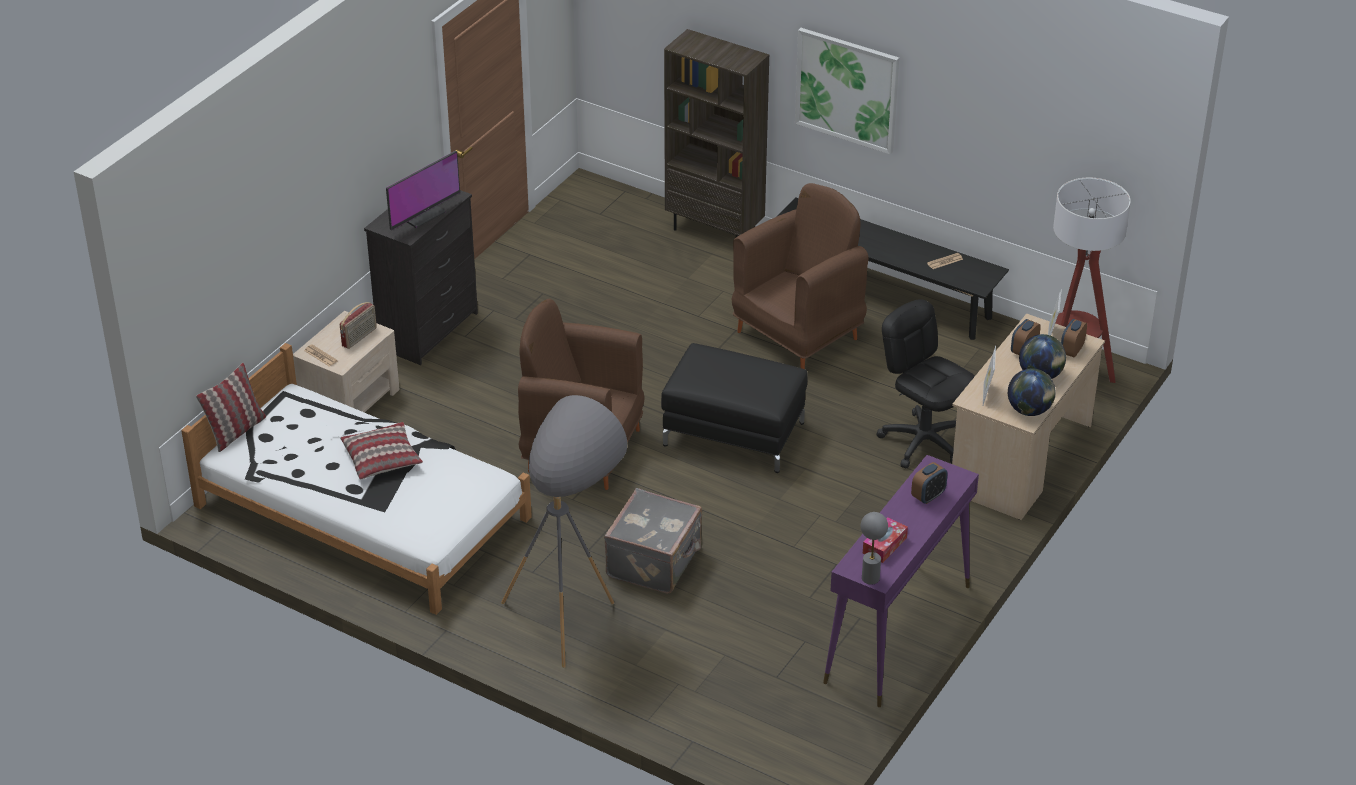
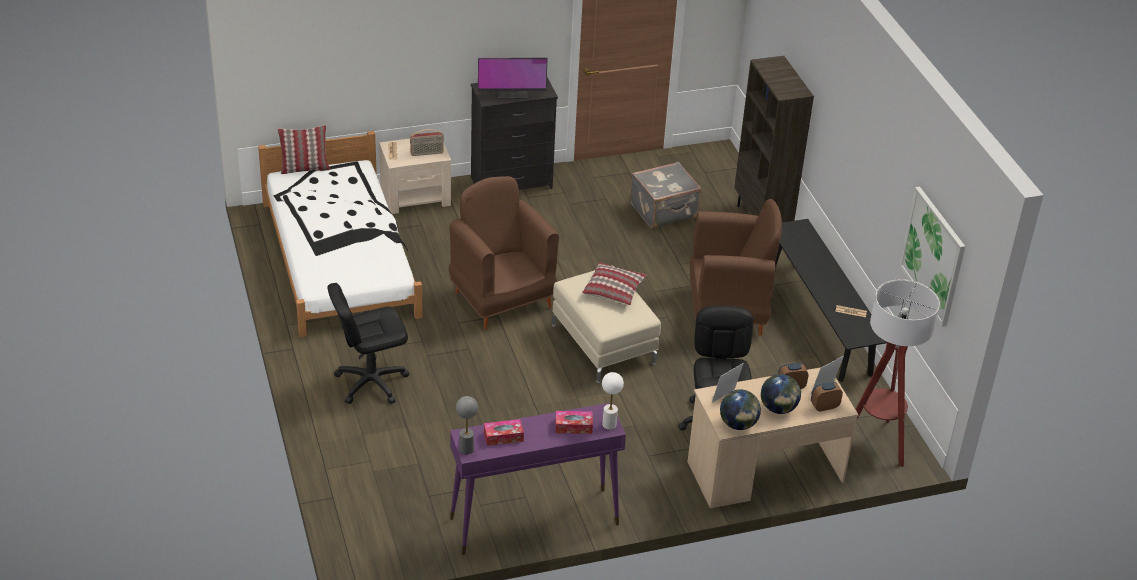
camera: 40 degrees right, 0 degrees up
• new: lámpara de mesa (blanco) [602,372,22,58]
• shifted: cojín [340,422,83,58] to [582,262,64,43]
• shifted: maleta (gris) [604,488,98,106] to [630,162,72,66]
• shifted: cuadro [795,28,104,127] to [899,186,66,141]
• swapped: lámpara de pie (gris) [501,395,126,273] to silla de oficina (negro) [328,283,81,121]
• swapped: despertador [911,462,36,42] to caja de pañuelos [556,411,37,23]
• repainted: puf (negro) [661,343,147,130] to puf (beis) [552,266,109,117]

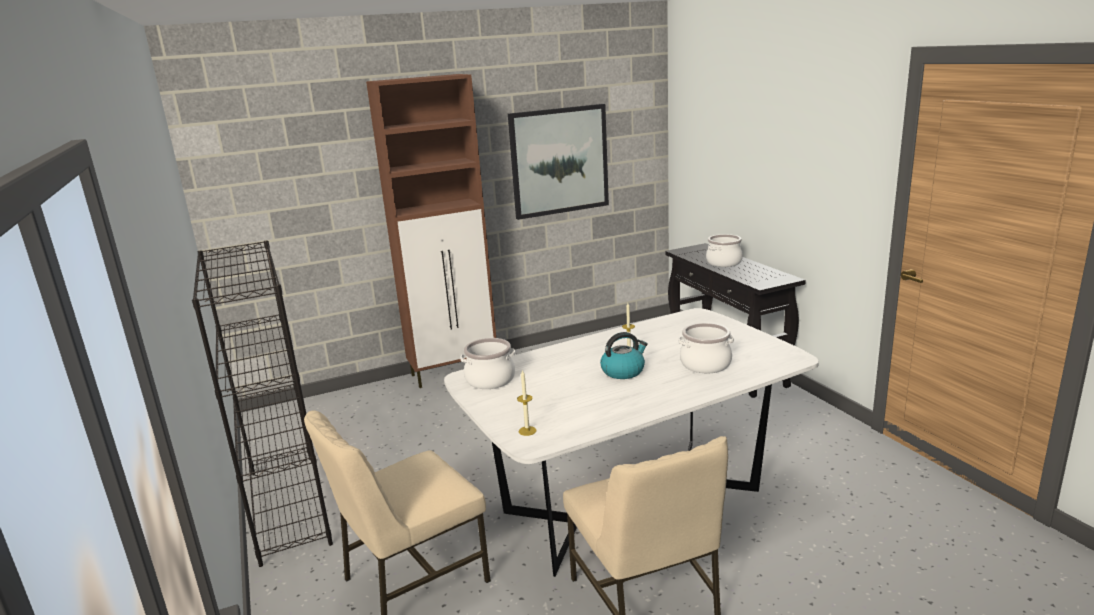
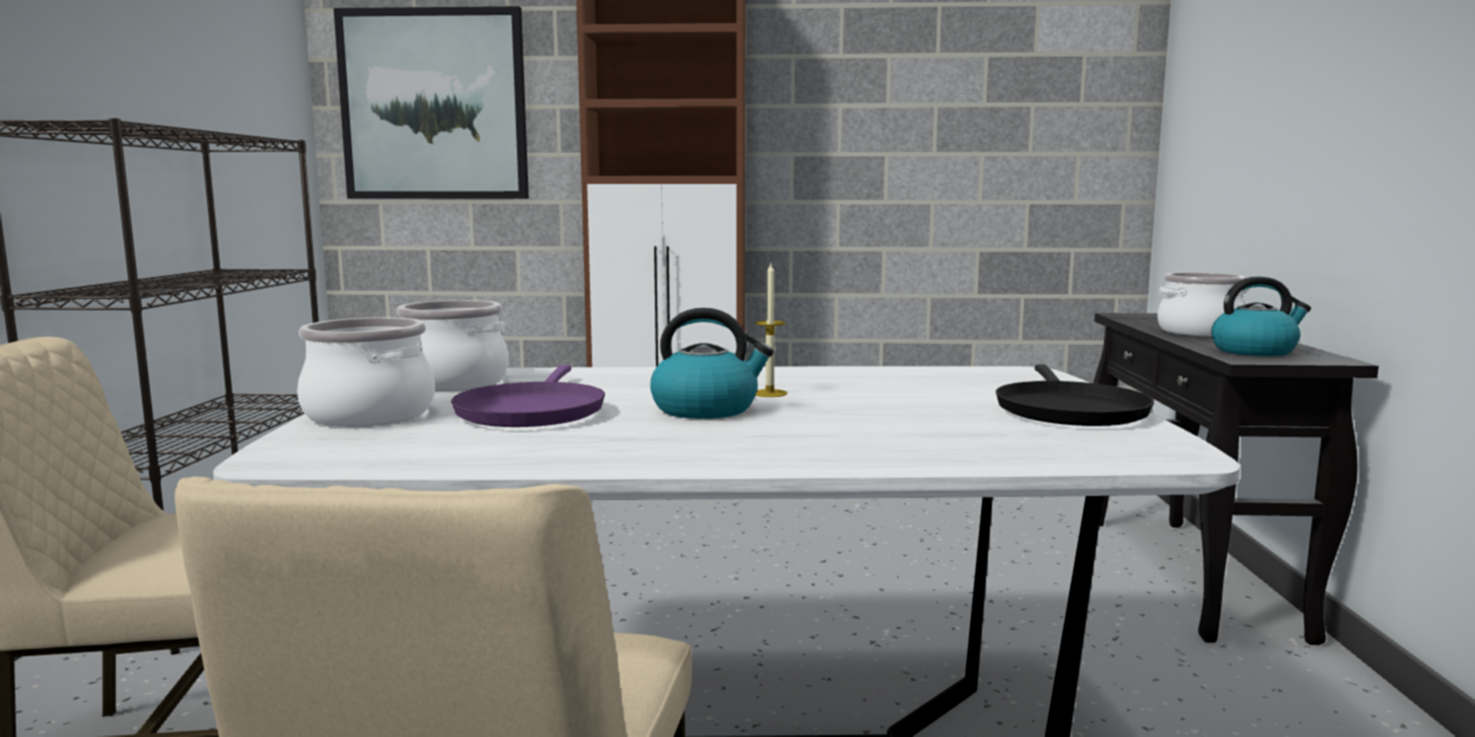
camera: 25 degrees right, 10 degrees down
• gone: vela [517,370,20,66]
• new: sartén (morado) [451,365,154,62]
• new: sartén (negro) [996,364,158,62]
• new: hervidor [1211,276,100,80]
• shifted: cuadro [508,104,101,116] to [334,6,195,193]
• shifted: olla [678,323,56,50] to [297,317,138,110]

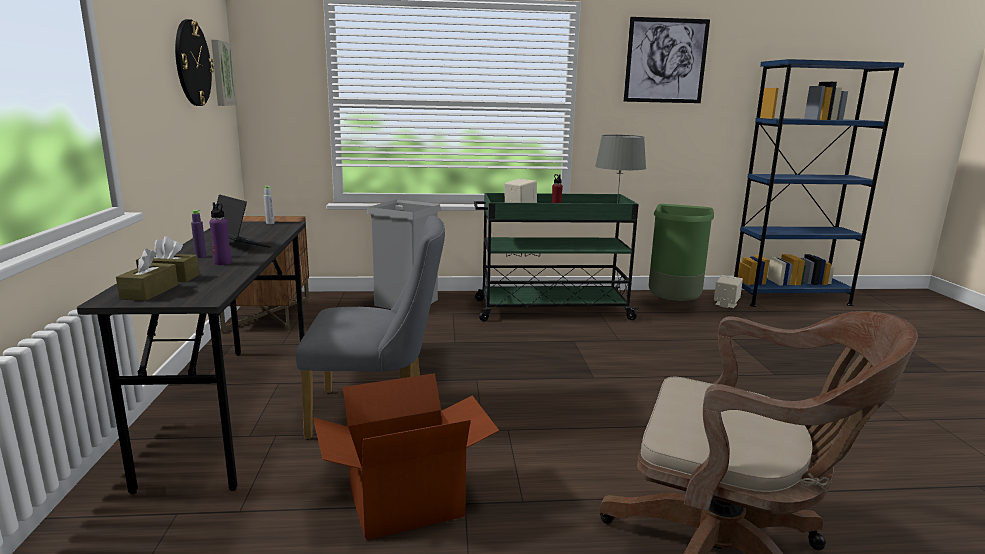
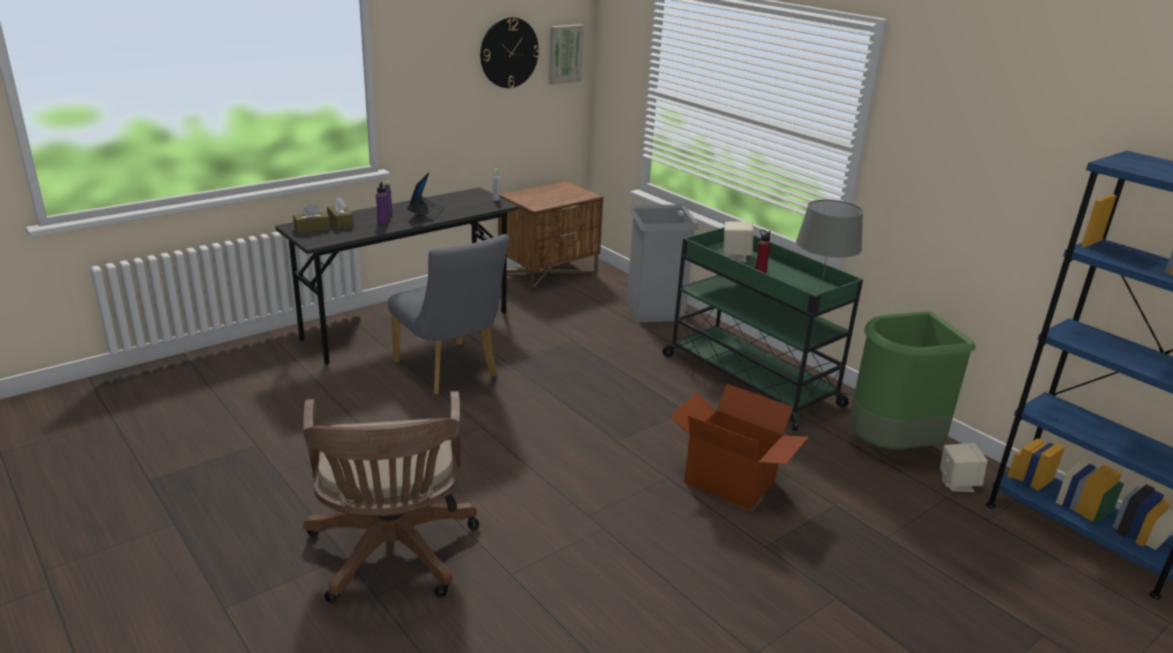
camera: 55 degrees right, 10 degrees up
• gone: cuadro [624,17,86,86]
• shifted: caja de cartón [313,373,186,167] to [670,384,139,126]

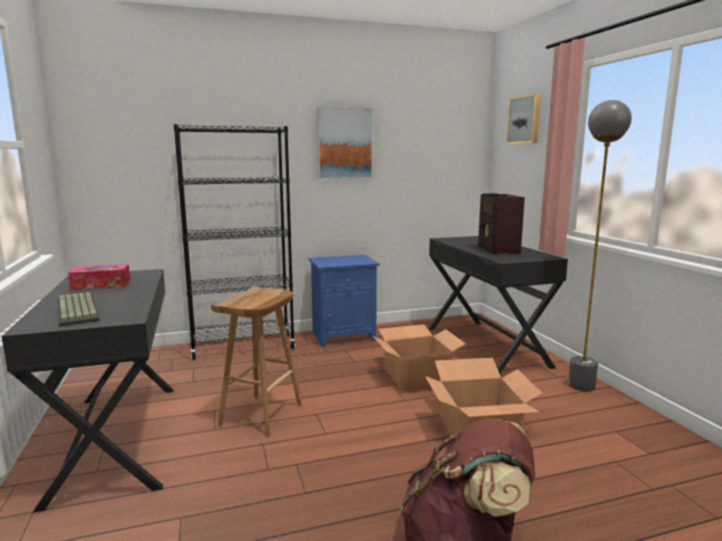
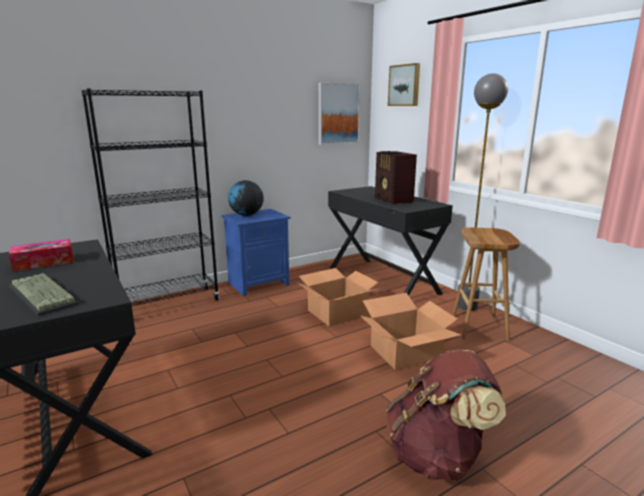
camera: 15 degrees left, 5 degrees up
• new: globo terráqueo [228,180,36,36]
• shifted: taburete (marrón) [211,287,91,150] to [452,227,68,114]
• shifted: cuadro [316,106,57,74] to [319,83,41,62]

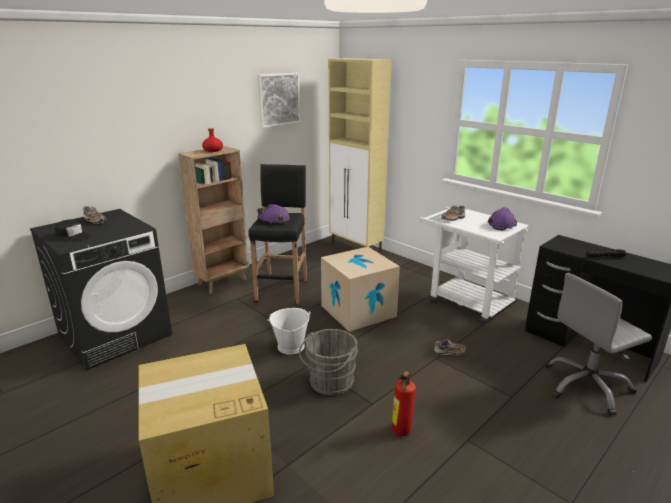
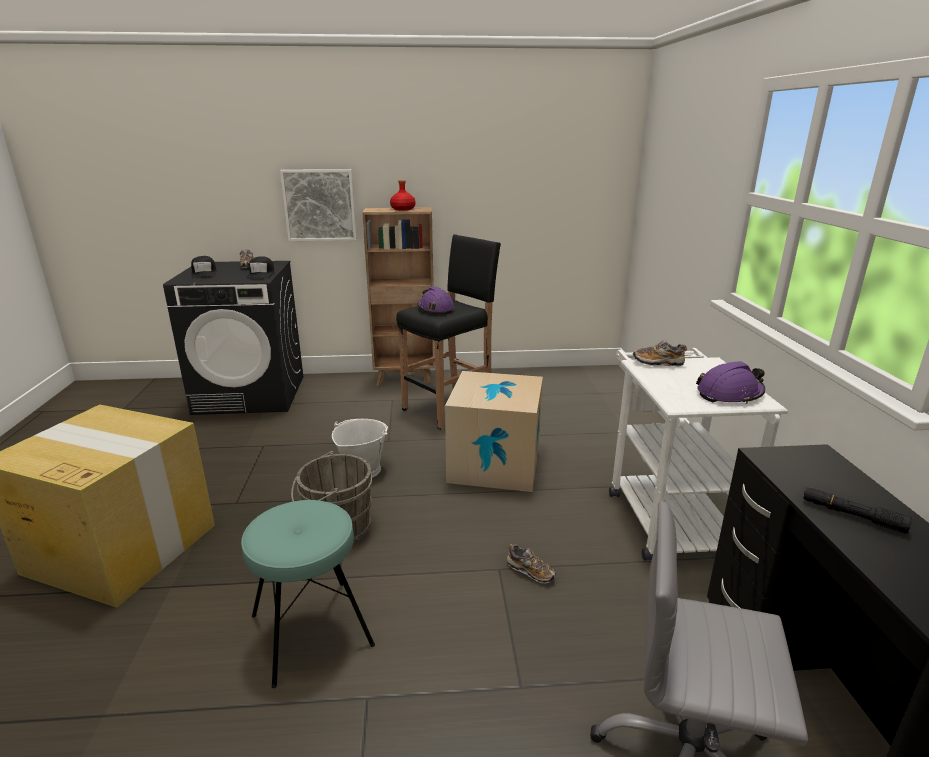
camera: 40 degrees right, 0 degrees up
• gone: armario (beis) [328,58,64,194]
• new: gorra (negro) [246,256,29,23]
• shifted: cuadro [257,73,43,55] to [280,169,77,72]
• swapped: extintor [391,371,26,65] to taburete (turquesa) [241,500,134,188]

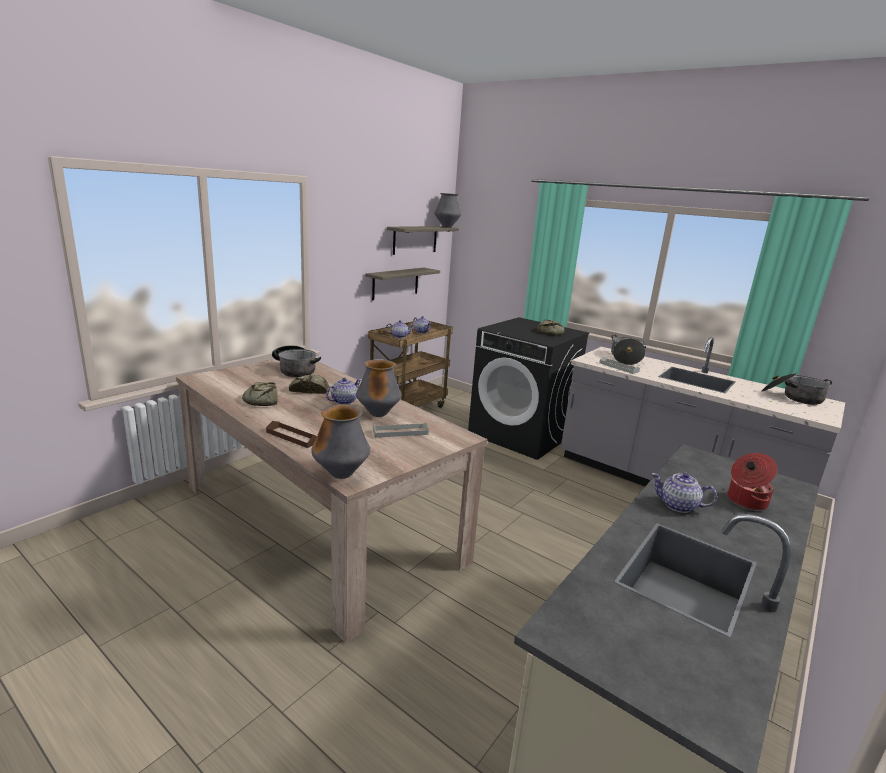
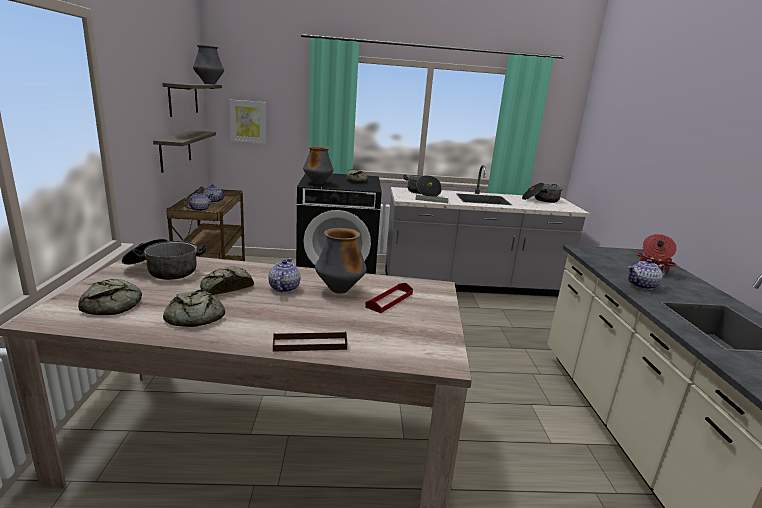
camera: 40 degrees left, 0 degrees up
• new: pan [78,279,64,36]
• new: cuadro [229,100,37,44]
• shifted: florero [311,405,59,74] to [303,146,31,39]
• repainted: bandeja (gris) [373,423,56,15] to bandeja (rojo) [365,283,48,30]

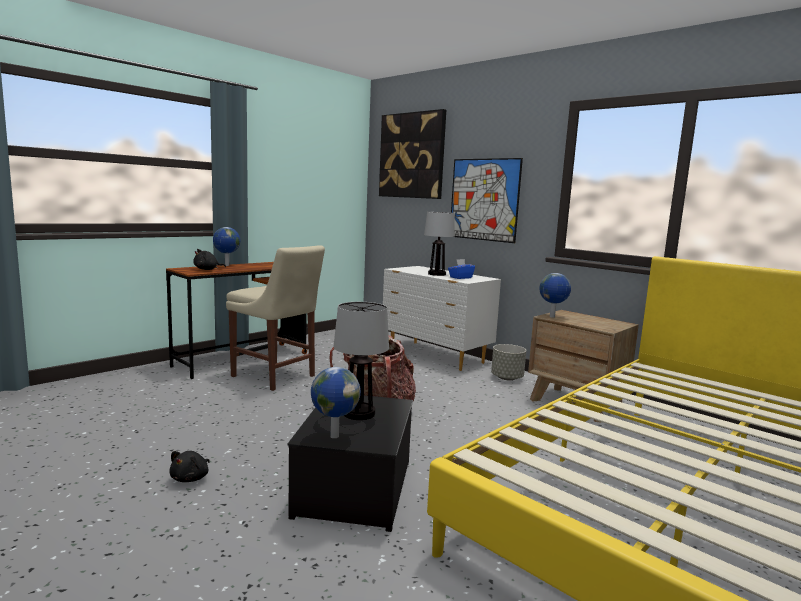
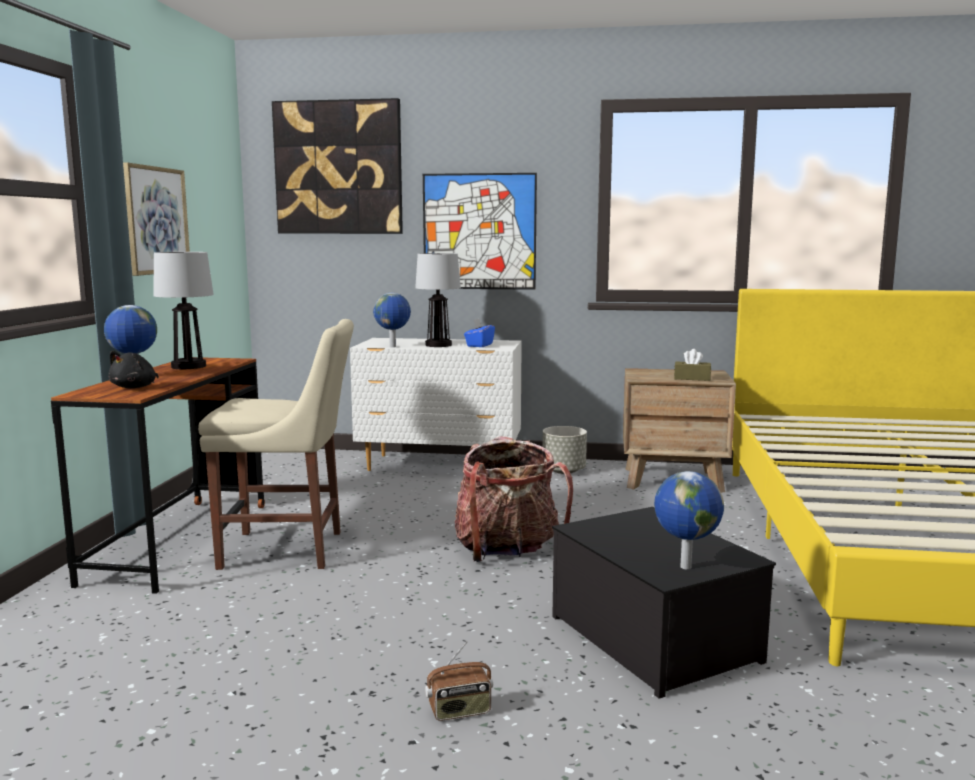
camera: 35 degrees left, 0 degrees up
• new: cuadro [123,162,67,114]
• new: caja de pañuelos (marrón) [674,349,37,32]
• shifted: lámpara de mesa [334,302,55,118] to [153,252,61,117]
• shifted: globo terráqueo [540,273,31,45] to [373,293,38,54]
• swapped: peluche (negro) [169,451,41,31] to radio [425,641,68,80]

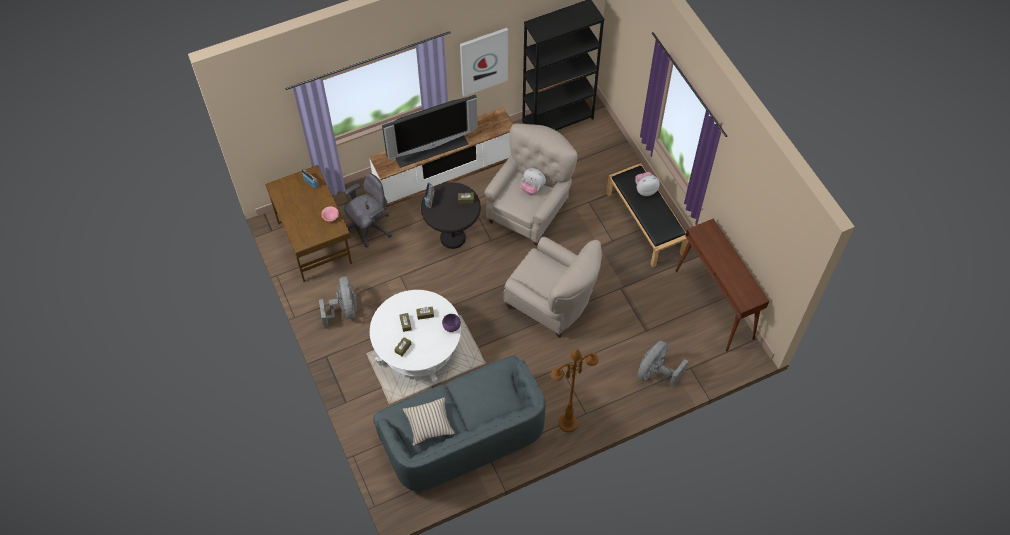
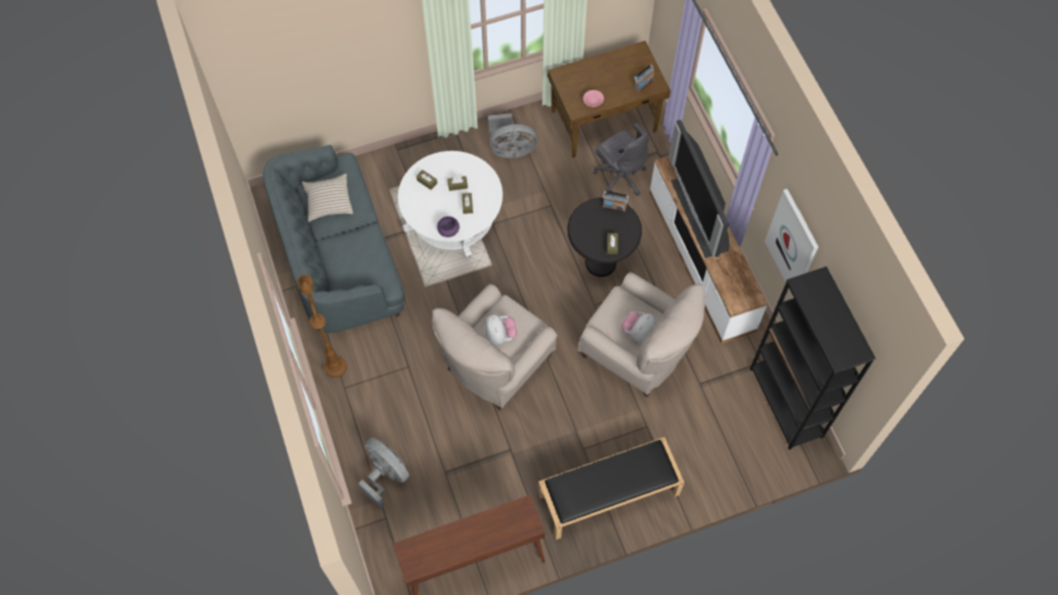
camera: 95 degrees right, 5 degrees up
• shifted: peluche [635,172,25,24] to [484,314,33,31]

